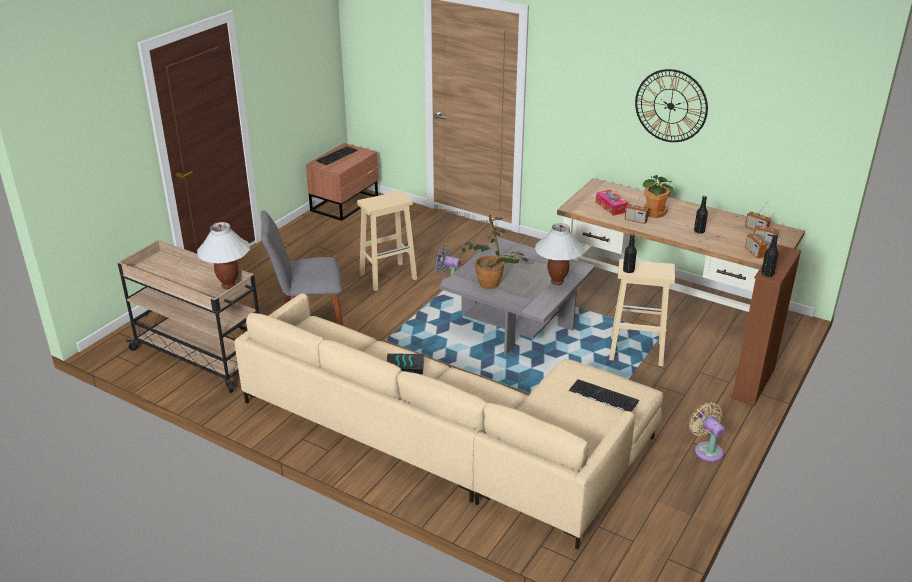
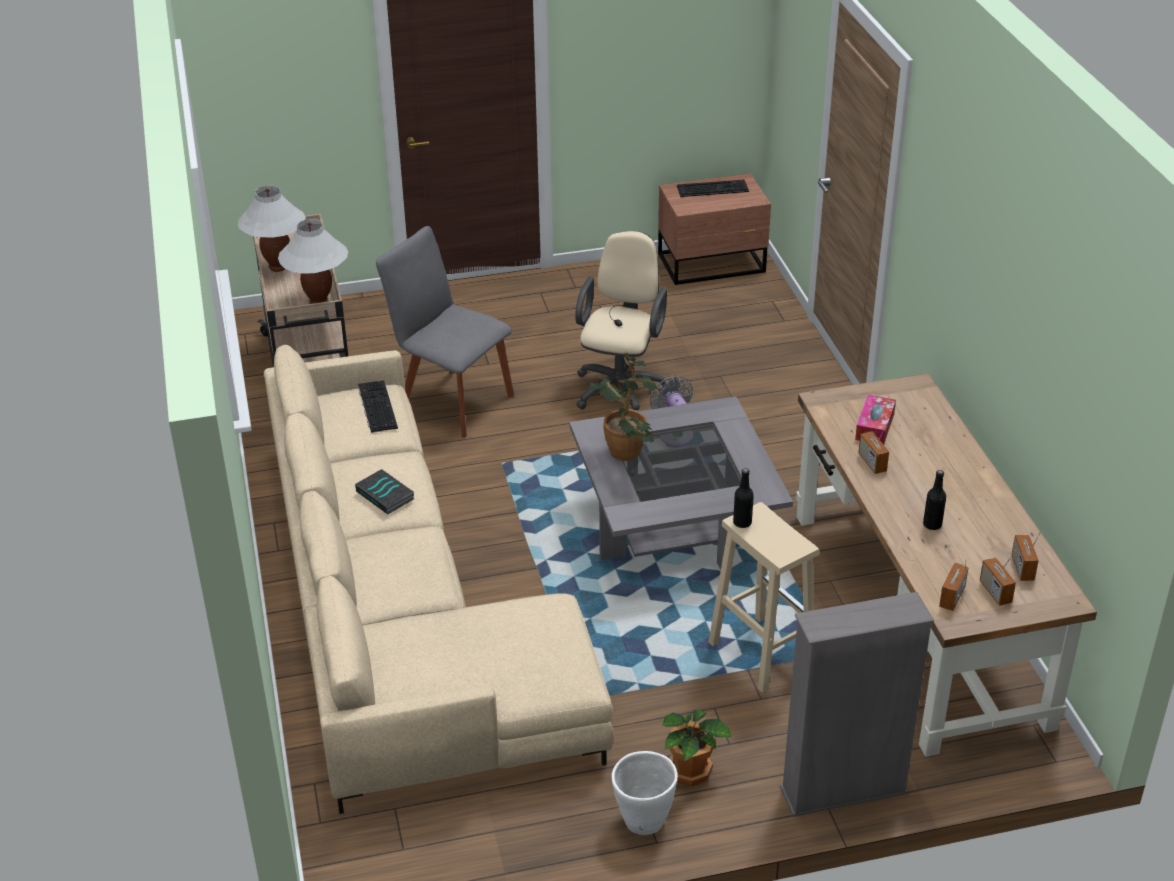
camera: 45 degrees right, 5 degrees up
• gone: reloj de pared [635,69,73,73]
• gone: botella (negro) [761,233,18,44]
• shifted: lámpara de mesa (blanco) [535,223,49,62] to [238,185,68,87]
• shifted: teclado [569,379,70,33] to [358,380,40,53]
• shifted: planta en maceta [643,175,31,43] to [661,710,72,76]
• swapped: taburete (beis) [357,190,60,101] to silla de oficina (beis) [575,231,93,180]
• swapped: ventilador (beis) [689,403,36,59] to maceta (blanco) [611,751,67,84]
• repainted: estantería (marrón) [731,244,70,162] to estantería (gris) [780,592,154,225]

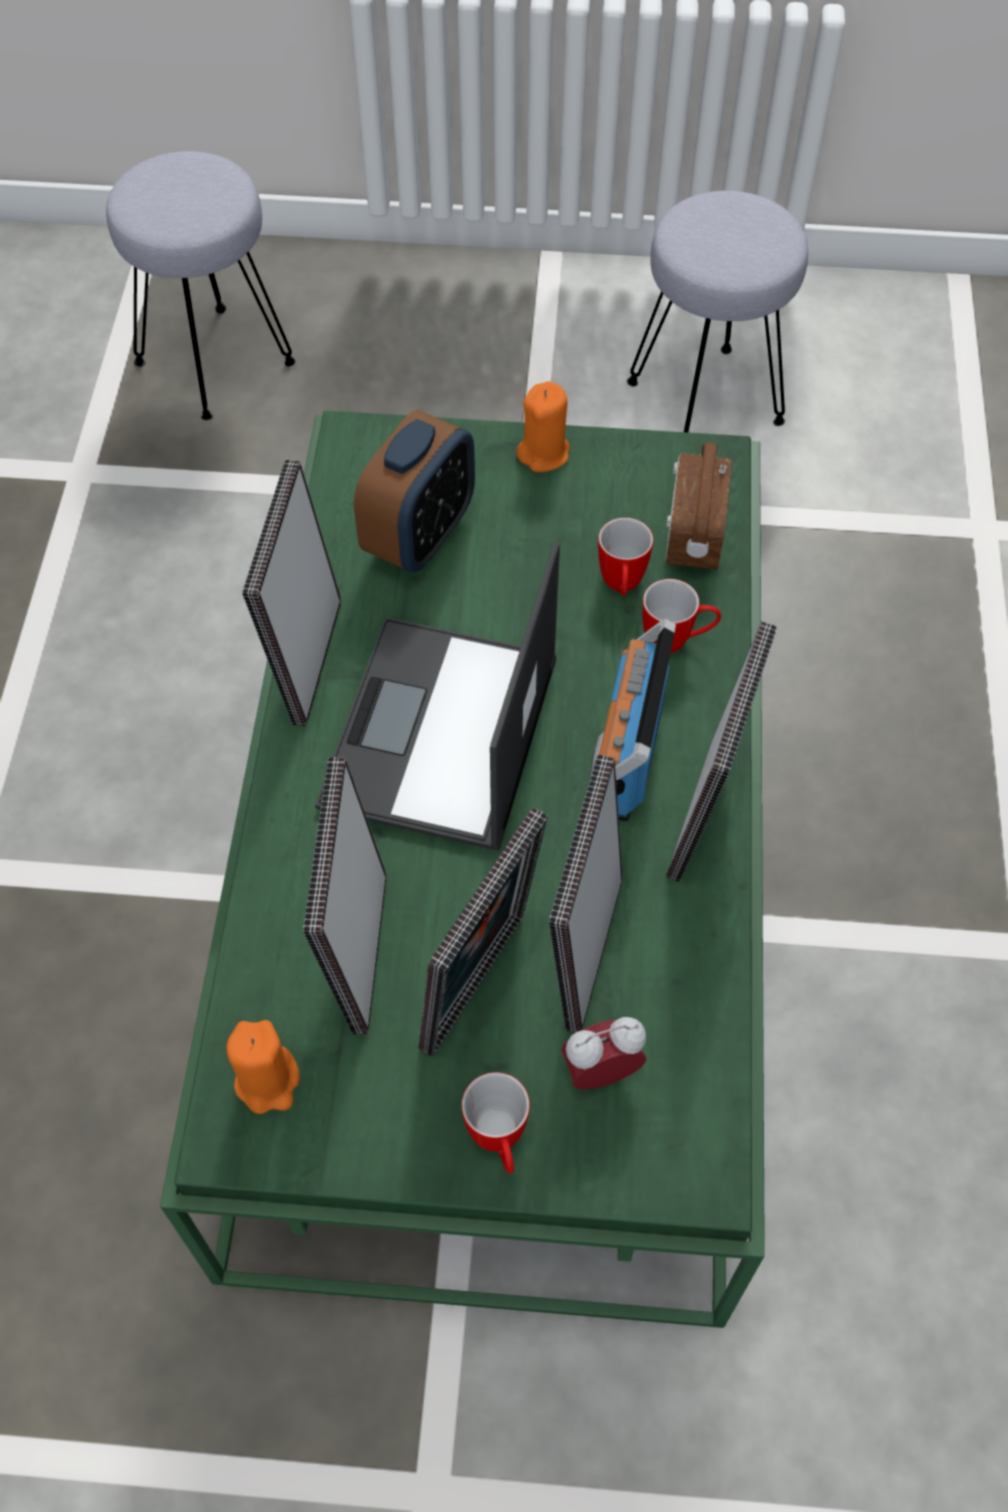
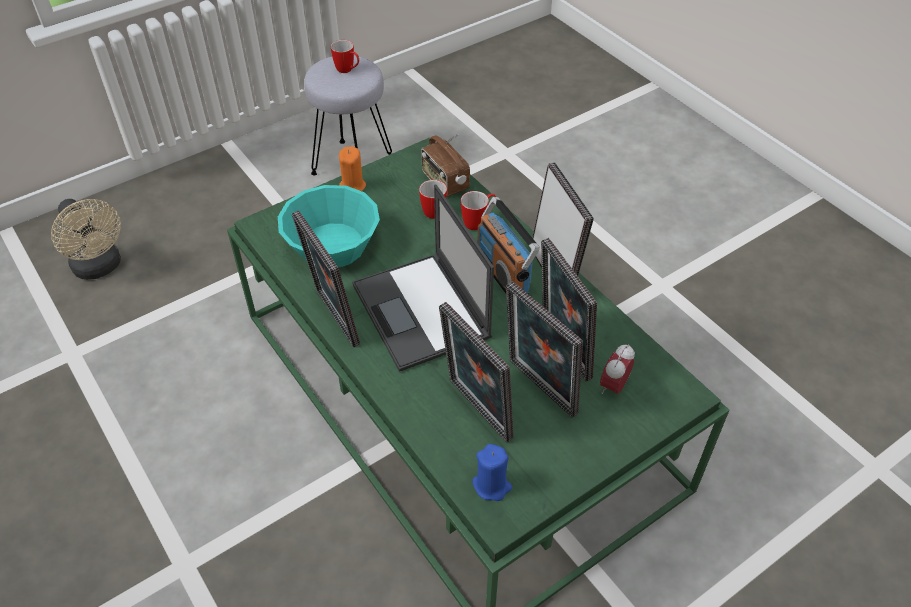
camera: 40 degrees left, 10 degrees down
• shifted: taza grande [462,1072,68,101] to [331,40,28,33]
• swapped: taburete (gris) [106,151,189,269] to ventilador (beis) [51,199,70,81]
• swapped: despertador [354,410,121,163] to cuenco (turquesa) [278,185,102,83]
• repainted: vela (naranja) [226,1020,74,94] to vela (azul) [472,444,40,57]
• rotated: portarretratos [419,807,129,250] = [506,281,77,137] 150 degrees clockwise

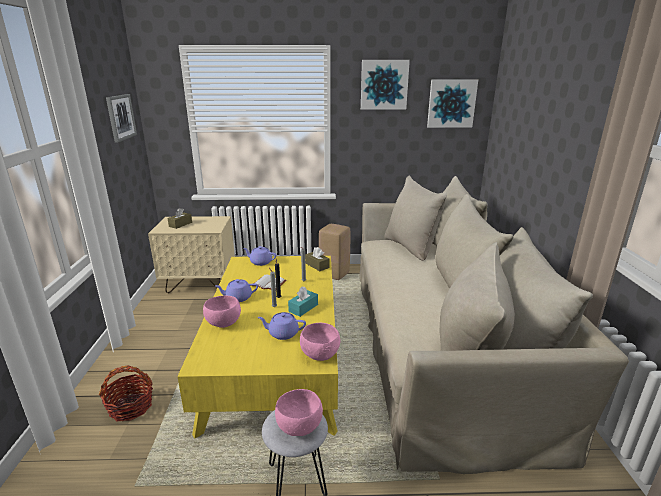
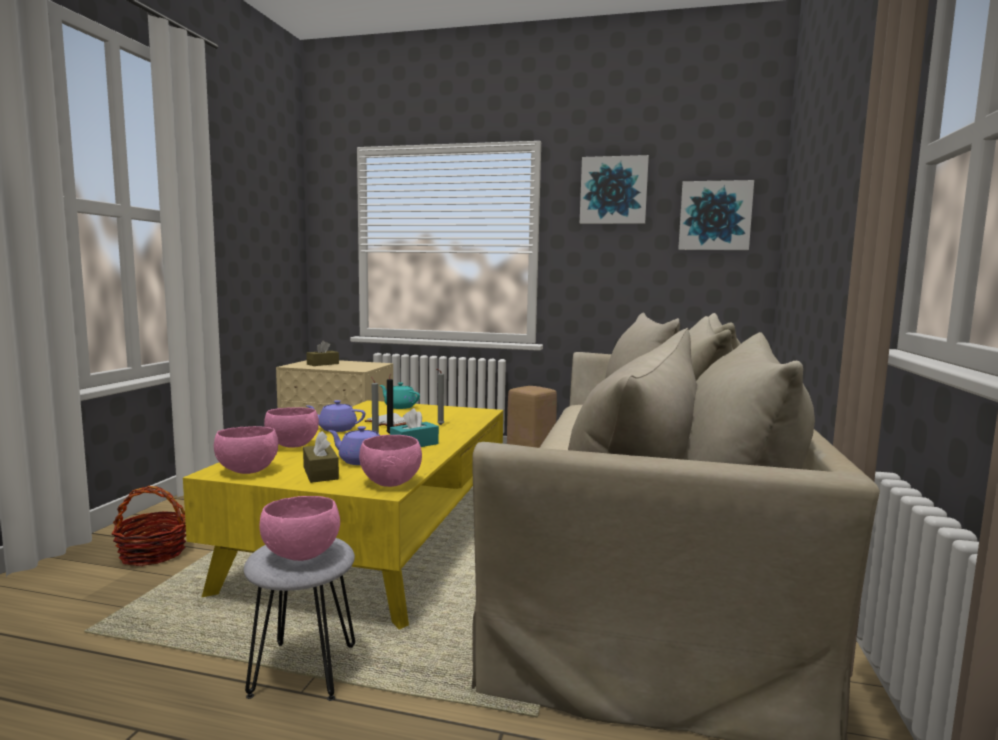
camera: 15 degrees right, 15 degrees down
• gone: cuadro [106,94,31,48]
• new: cuenco (rosa) [214,426,64,48]
• shifted: caja de pañuelos (marrón) [305,247,24,24] to [303,431,36,52]
• repainted: tetera (morado) [243,246,33,20] to tetera (turquesa) [380,382,40,27]

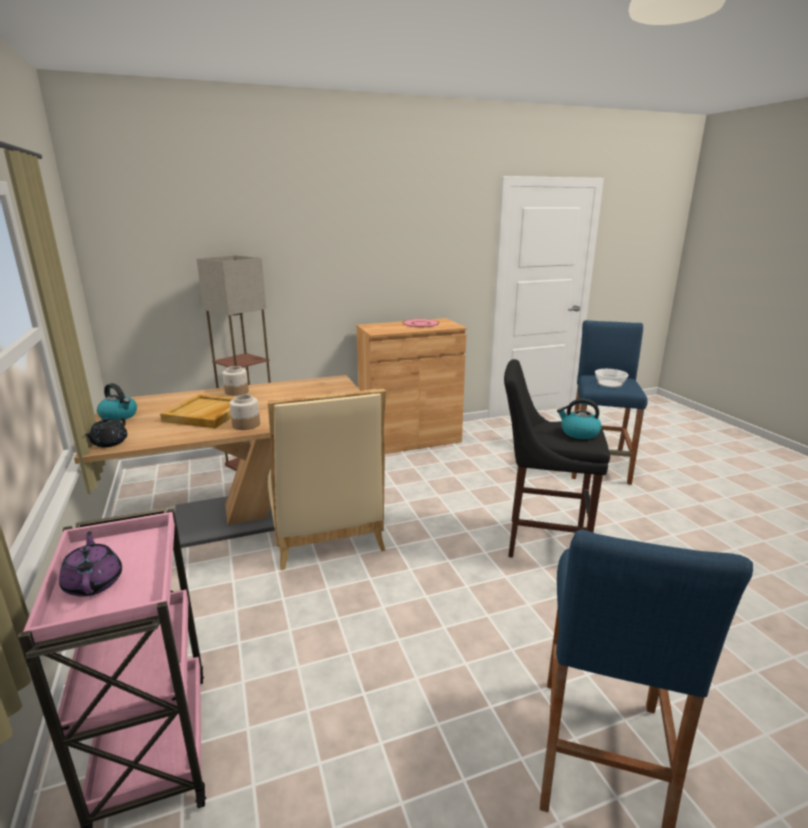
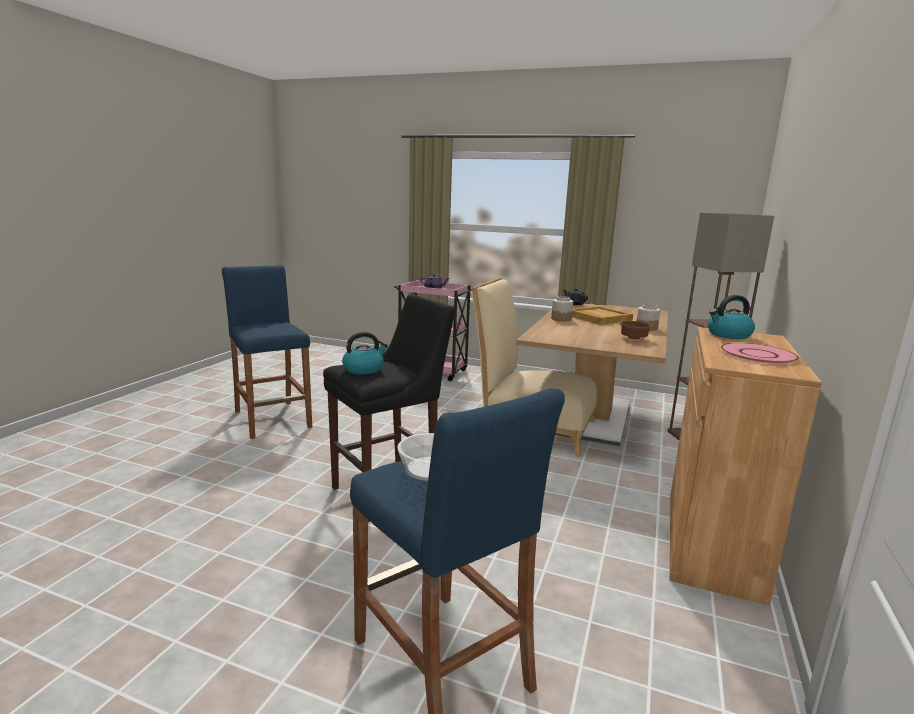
camera: 130 degrees right, 5 degrees down
• new: cuenco (marrón) [620,321,32,19]
• shifted: hervidor [97,383,40,37] to [708,295,47,44]

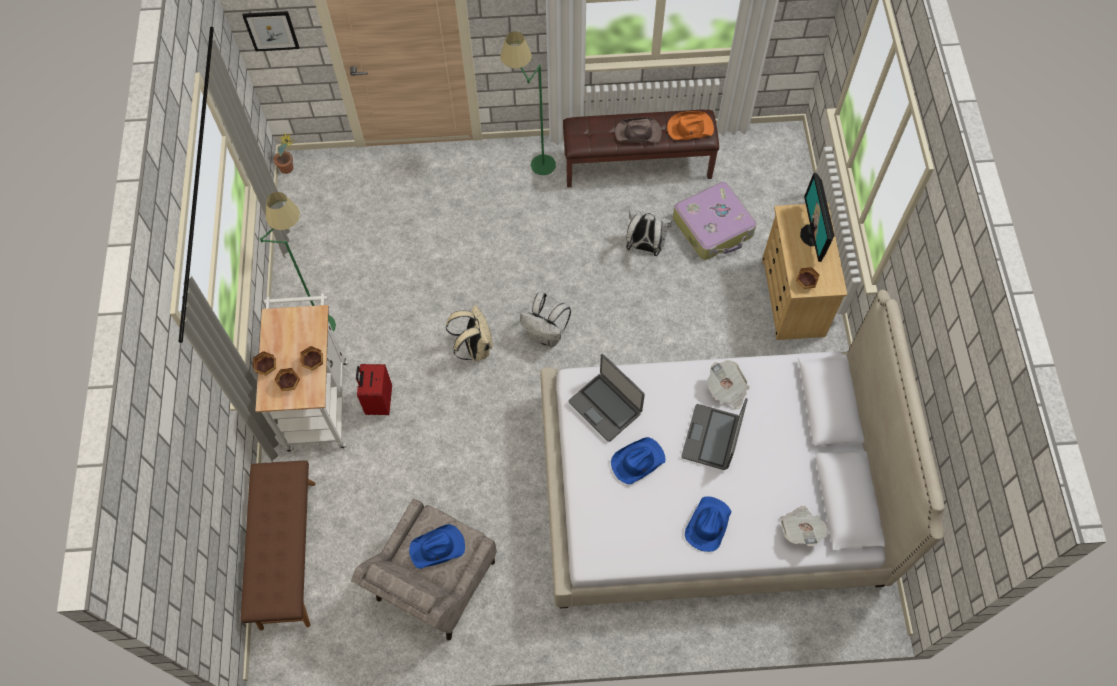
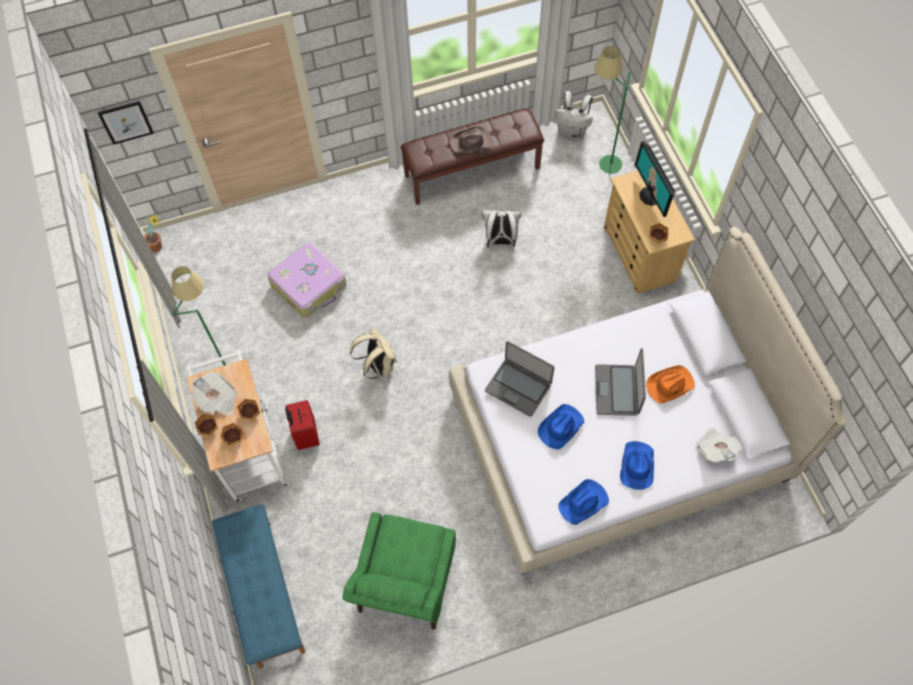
camera: 15 degrees left, 0 degrees up
• shifted: sombrero (azul) [409,524,56,45] to [558,479,51,46]
• shifted: lámpara de pie (verde) [500,31,56,144] to [594,46,37,128]
• shifted: mochila (blanco) [520,292,51,56] to [555,91,38,48]
• shifted: sombrero (naranja) [667,111,47,29] to [646,365,49,38]
• shifted: maleta [673,182,83,78] to [267,242,80,76]
• shifted: periódico [707,360,43,49] to [191,372,47,44]
• repainted: banco (marrón) [241,460,75,171] to banco (azul) [212,504,93,165]
• repainted: sillón (beis) [351,499,146,142] to sillón (verde) [342,512,114,118]

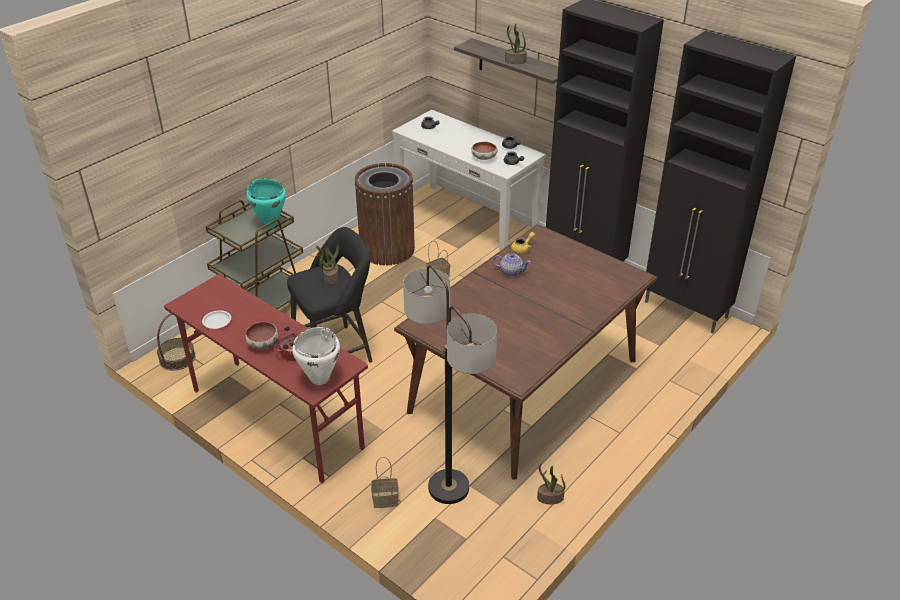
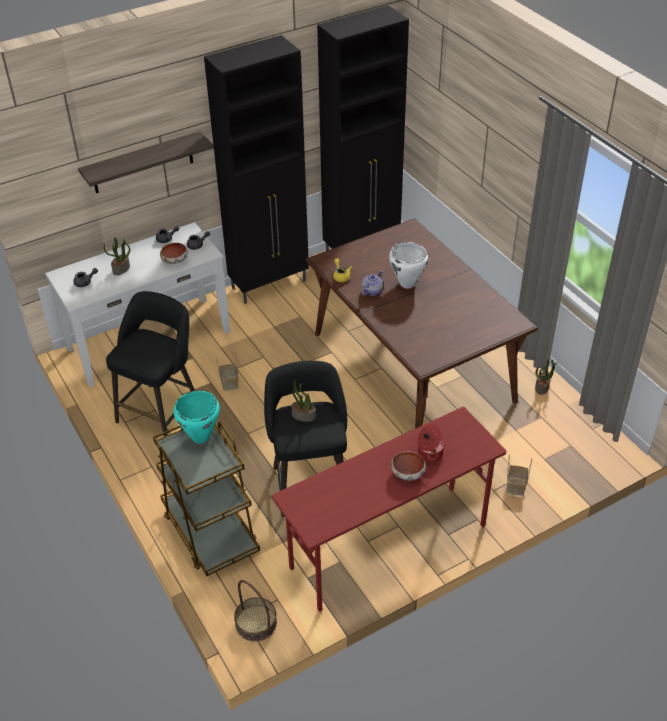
camera: 70 degrees left, 5 degrees up
• gone: plato (blanco) [202,310,29,19]
• gone: lámpara de pie [403,265,94,239]
• shifted: olla (blanco) [292,327,48,58] to [389,242,39,46]
• shifted: planta en maceta [505,24,22,40] to [104,237,26,38]
• swapped: papelera (marrón) [354,163,61,102] to taburete (negro) [106,291,89,146]

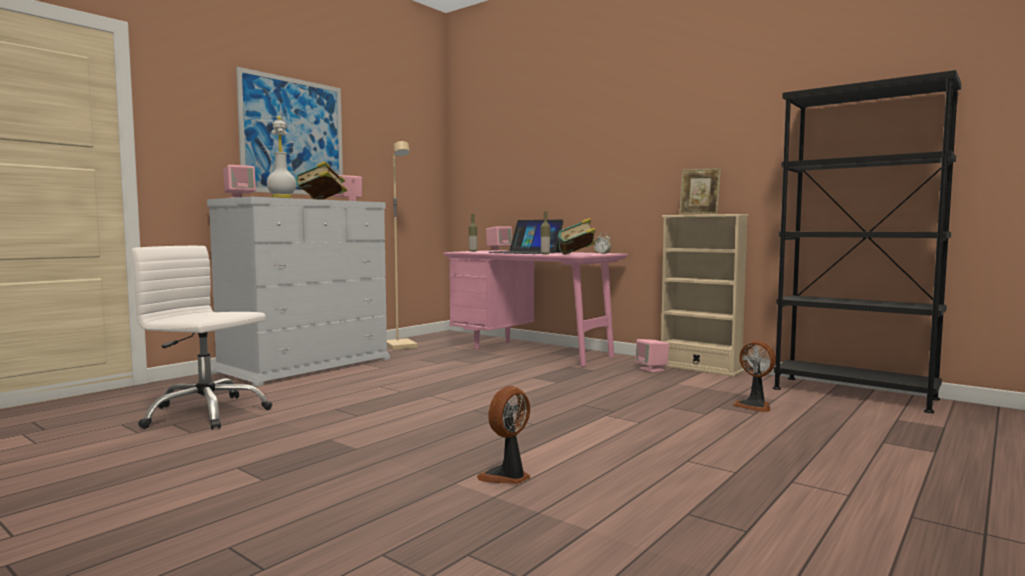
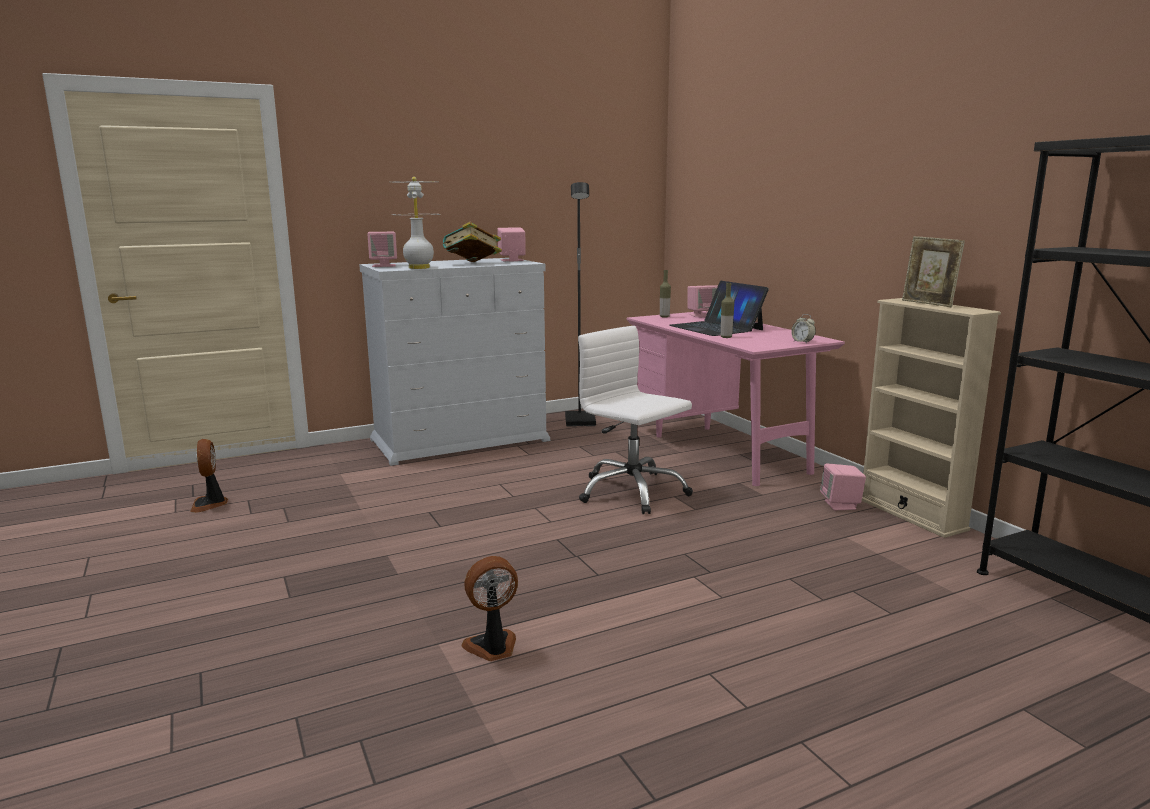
camera: 25 degrees right, 10 degrees up
• gone: cuadro [236,67,107,128]
• gone: libro [558,218,37,37]
• shifted: silla de oficina (blanco) [132,246,140,184] to [578,326,115,188]
• shifted: ventilador [732,341,44,71] to [190,439,38,74]
• repainted: lámpara de pie (beis) [387,141,31,209] to lámpara de pie (negro) [565,182,31,245]

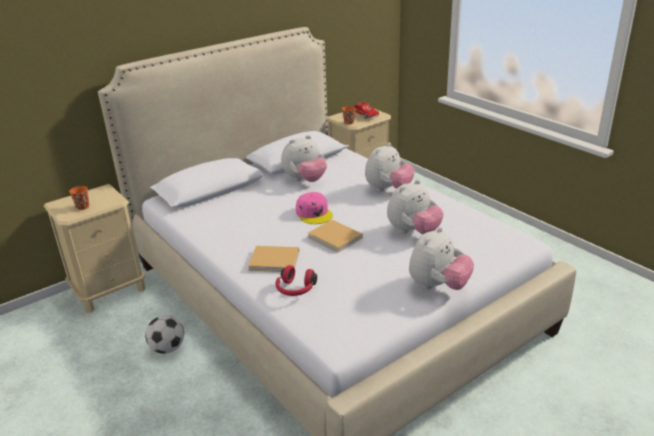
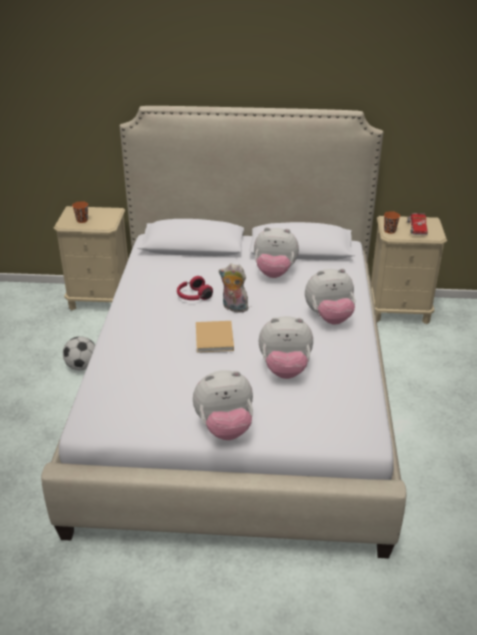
camera: 40 degrees right, 5 degrees up
• gone: libro (beis) [248,246,51,26]
• shifted: auriculares (rojo) [275,265,42,31] to [177,276,36,24]
• swapped: gorra (rosa) [296,192,37,32] to peluche [219,263,29,50]

